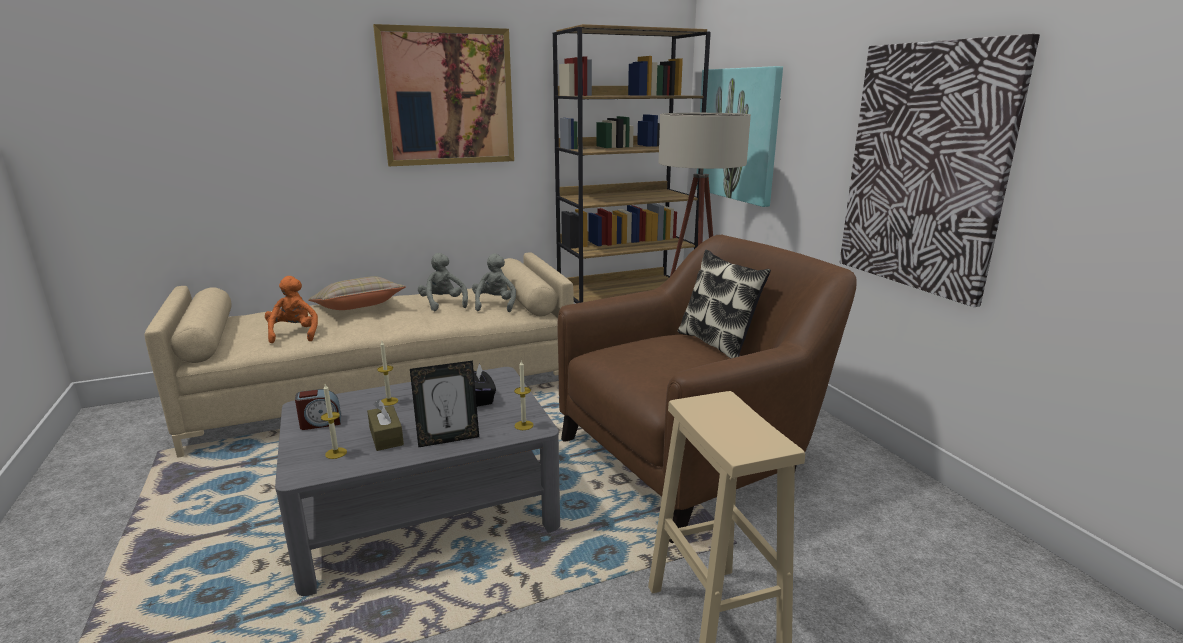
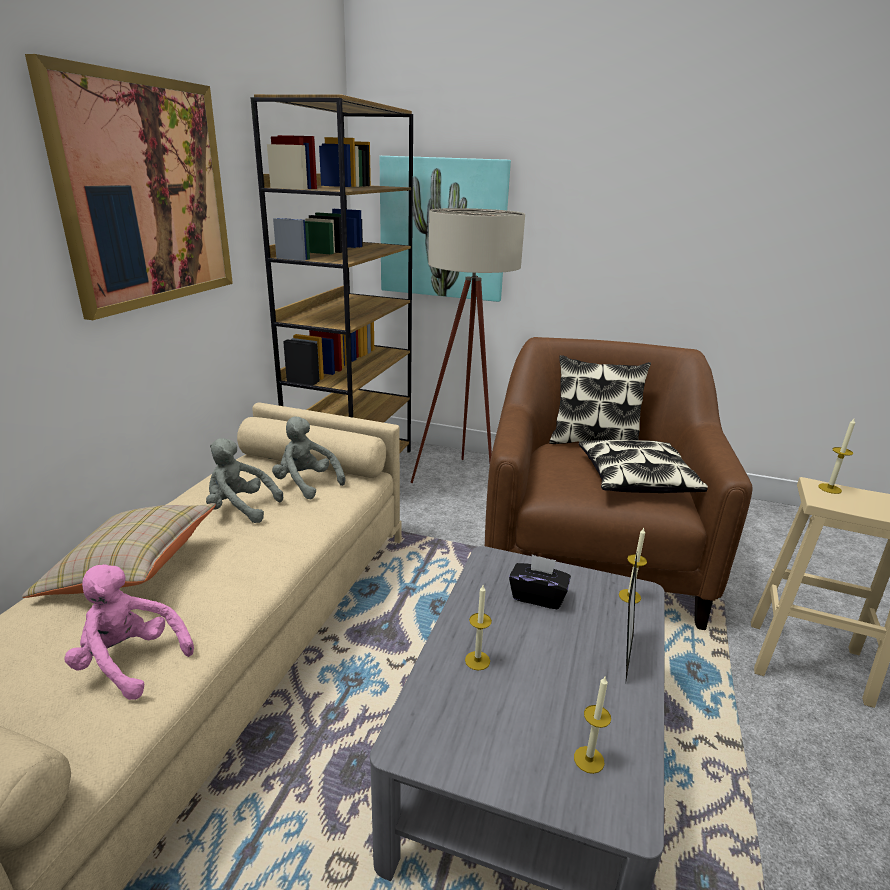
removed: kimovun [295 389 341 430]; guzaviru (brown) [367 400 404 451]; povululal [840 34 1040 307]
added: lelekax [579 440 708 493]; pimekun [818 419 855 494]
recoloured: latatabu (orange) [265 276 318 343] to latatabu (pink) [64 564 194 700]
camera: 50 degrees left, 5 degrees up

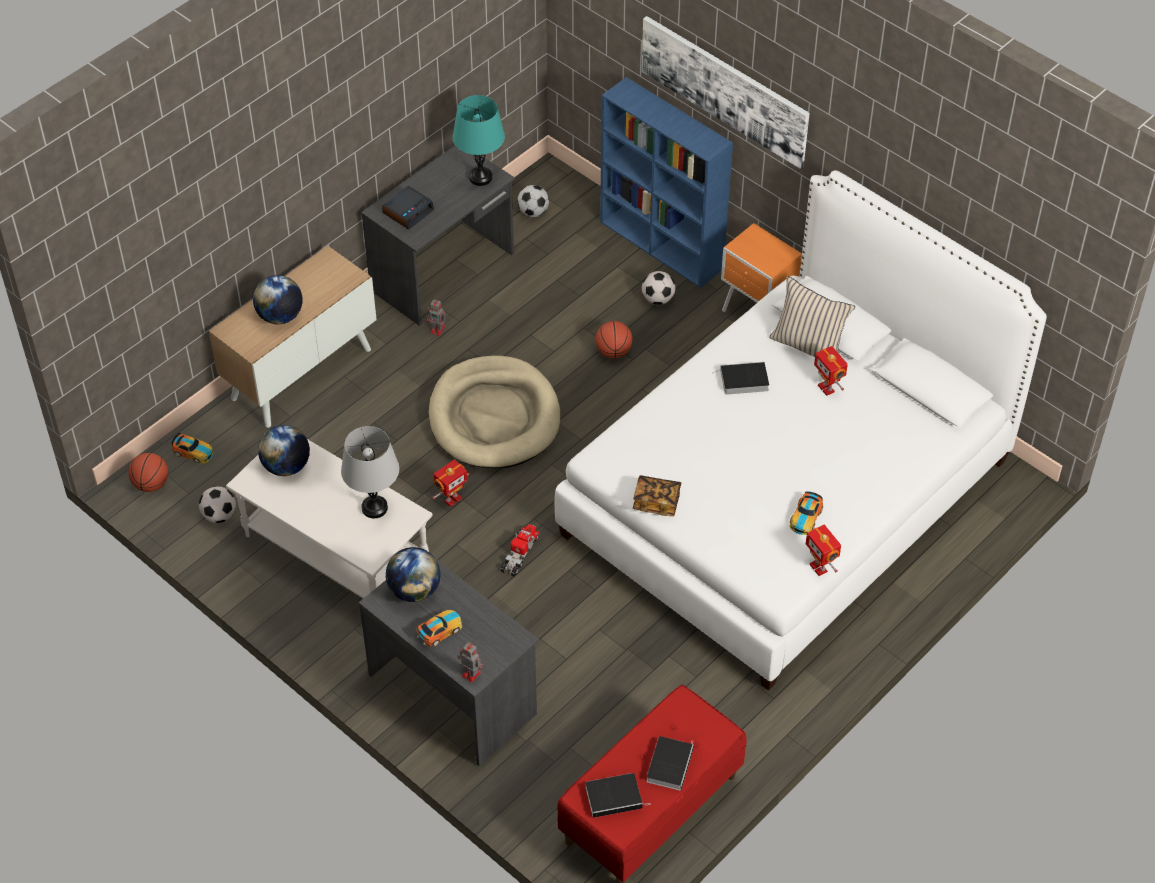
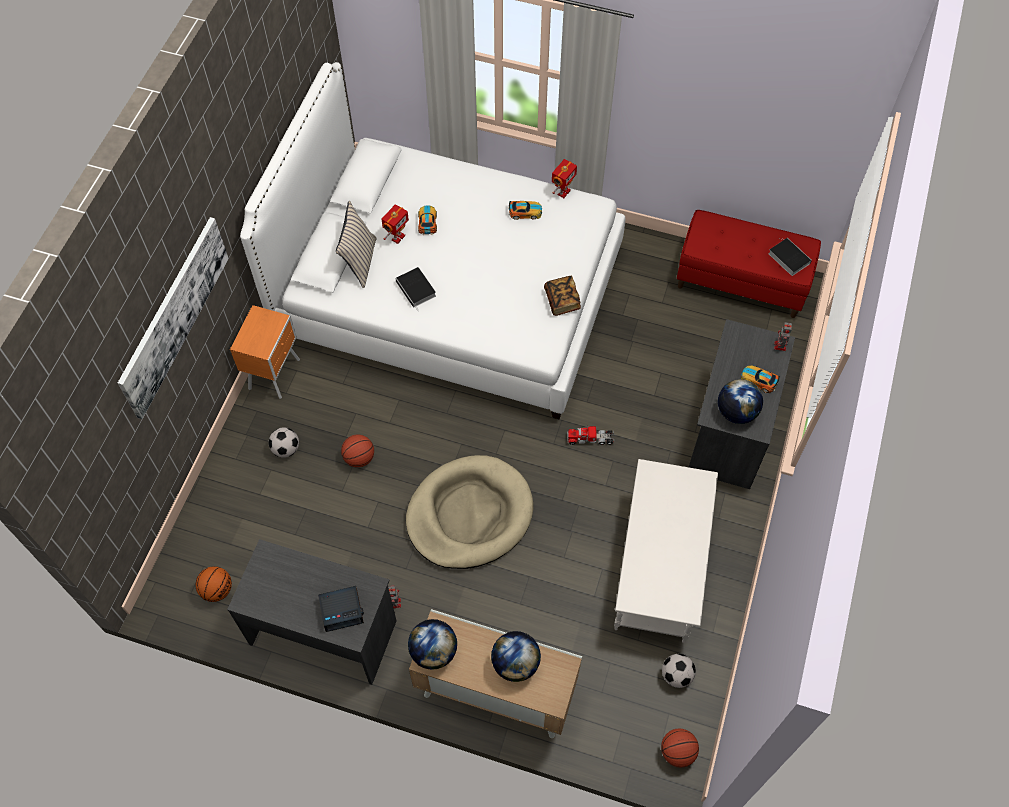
removed: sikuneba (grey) [341 426 399 518]; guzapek [432 459 469 507]; sikuneba (turquoise) [453 95 505 186]; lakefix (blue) [600 77 733 288]; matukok [646 736 694 791]
moved: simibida [172 433 213 464] to [418 205 437 235]; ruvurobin [258 425 310 476] to [408 619 457 670]
replaced: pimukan [517 185 549 217] to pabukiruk [196 566 232 602]
turned: kimovun [382 186 434 230] = [318 586 364 632] 150 degrees clockwise
camera: 115 degrees left, 10 degrees up

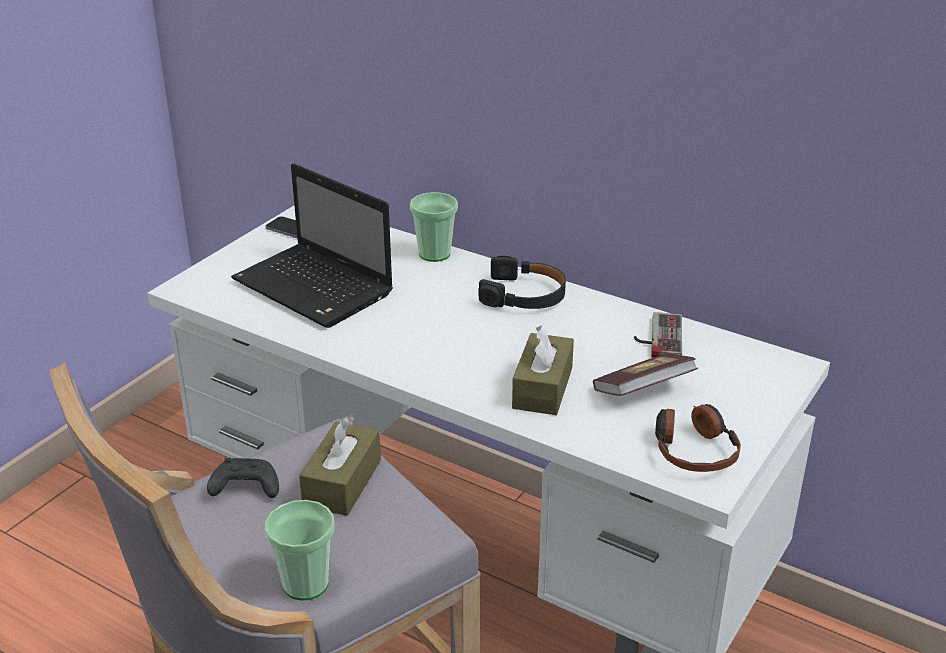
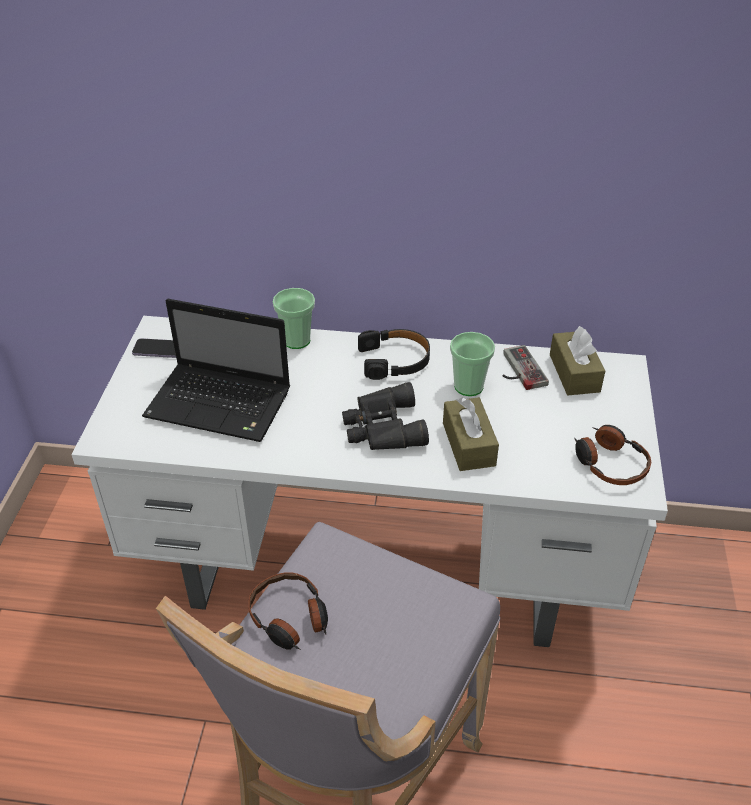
removed: matukok [593 353 698 396]
added: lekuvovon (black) [342 382 429 450]
moved: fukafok [265 500 334 600] to [450 332 495 396]; guzaviru (brown) [299 416 381 516] to [550 326 605 395]
replaced: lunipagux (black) [207 457 279 498] to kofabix [248 572 328 650]
camera: 25 degrees left, 10 degrees up

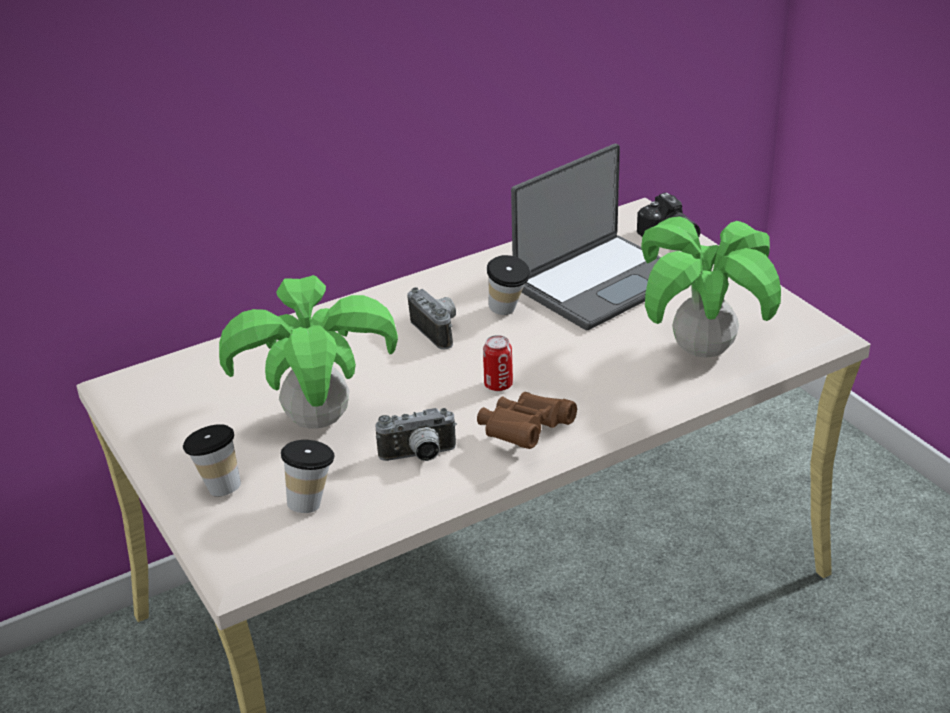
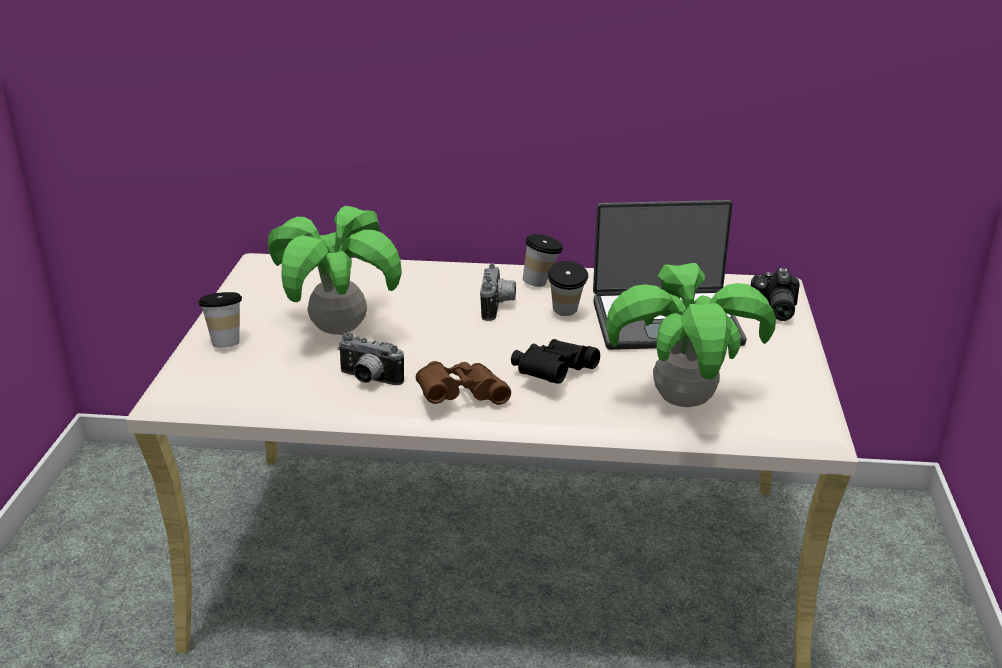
removed: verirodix [483 335 513 391]
added: lekuvovon (black) [511 339 600 384]
moved: fukafok [281 440 335 513] to [523 234 563 287]
camera: 35 degrees right, 5 degrees down

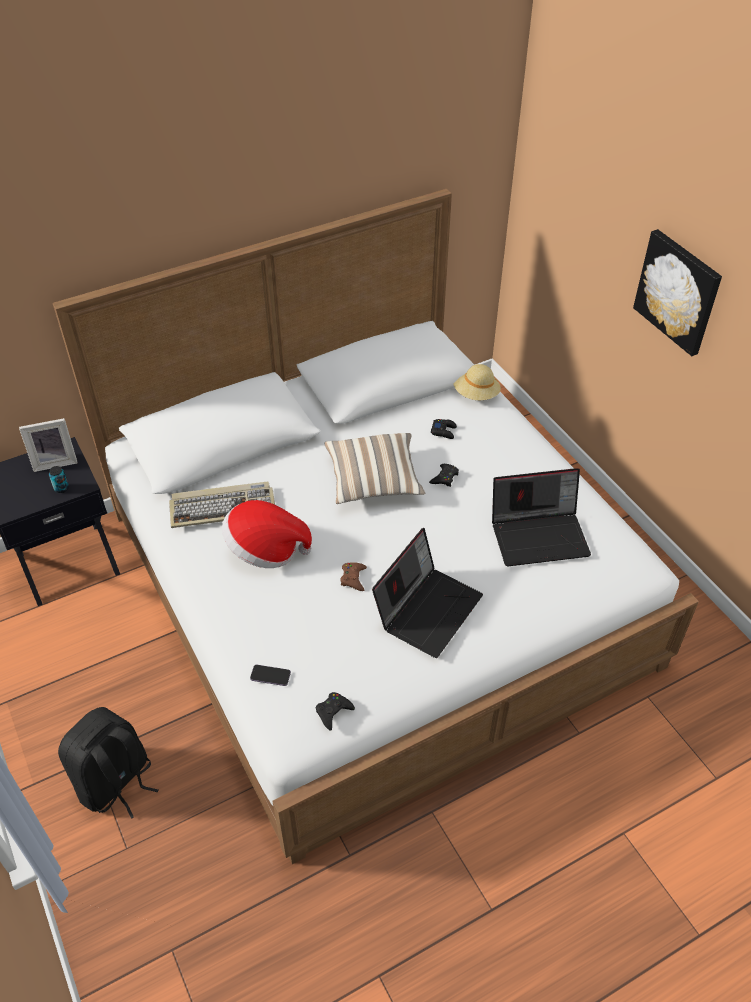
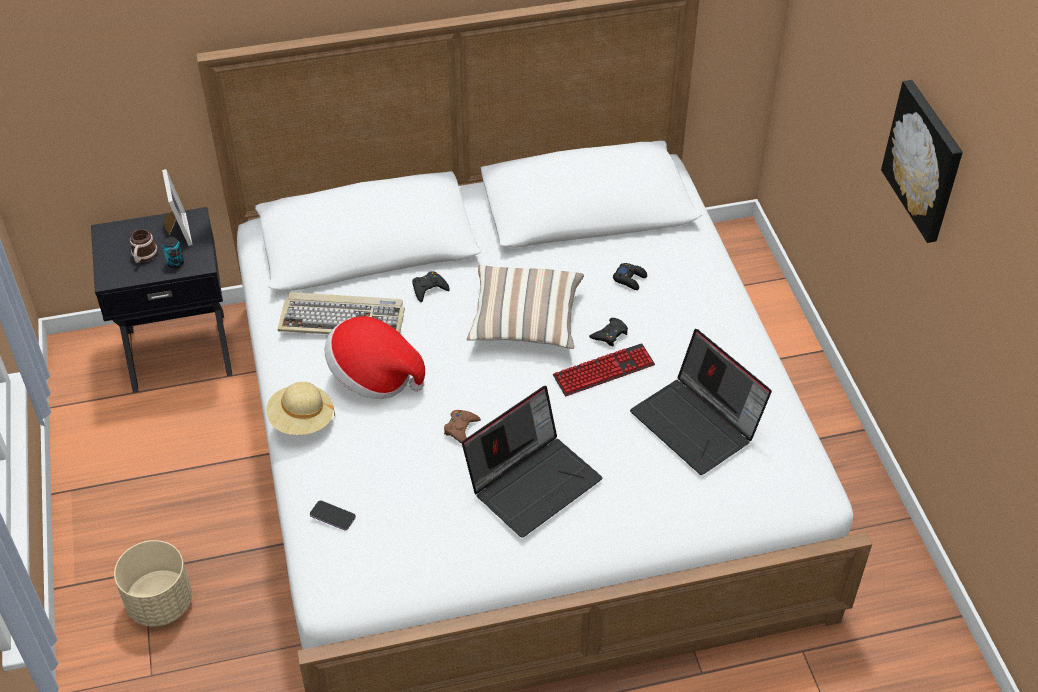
added: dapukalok [130 229 158 263]; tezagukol [553 343 655 396]
moved: lunipagux (black) [316 692 355 730] to [412 271 450 302]; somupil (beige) [453 364 501 400] to [266 382 335 435]
replaced: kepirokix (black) [58 707 158 819] to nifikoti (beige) [114 540 192 627]
turned: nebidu [19 418 78 472] = [162 169 192 246] 105 degrees counterclockwise; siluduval [492 468 591 566] = [630 329 772 475] 45 degrees clockwise
camera: 15 degrees right, 0 degrees up

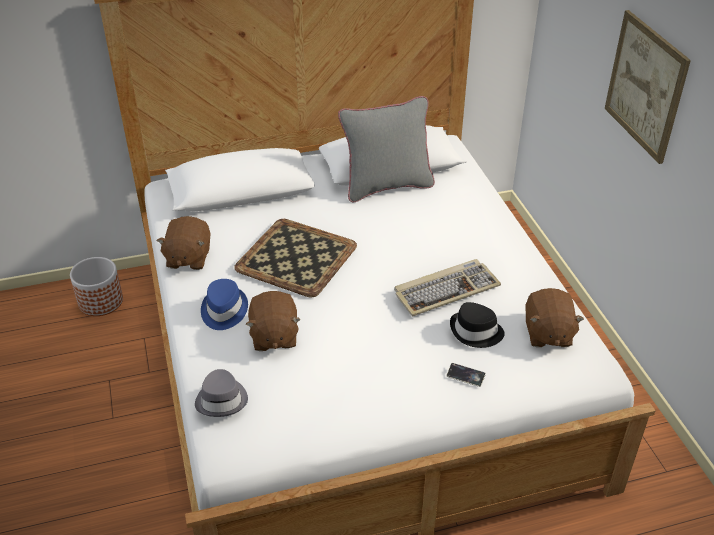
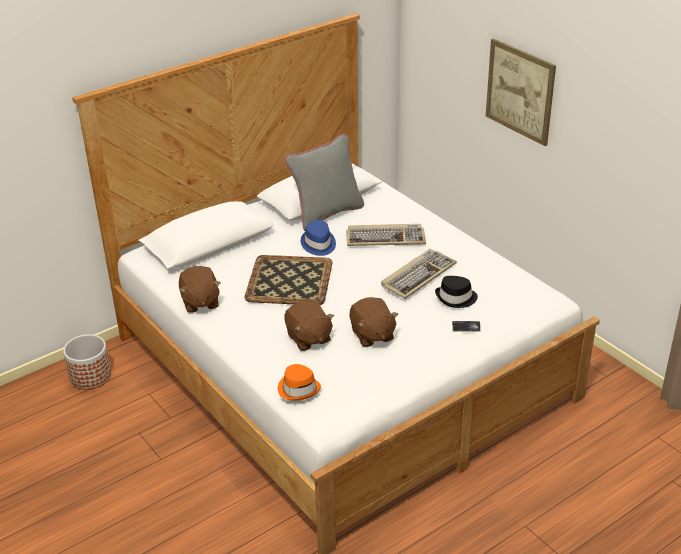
added: tezagukol [346 224 426 246]
moved: somupil (blue) [201 279 248 330] to [301 220 336 256]; latatabu (brown) [526 288 584 347] to [349 297 398 347]
recoloured: somupil (grey) [195 369 248 417] to somupil (orange) [278 364 321 401]
camera: 20 degrees left, 5 degrees down

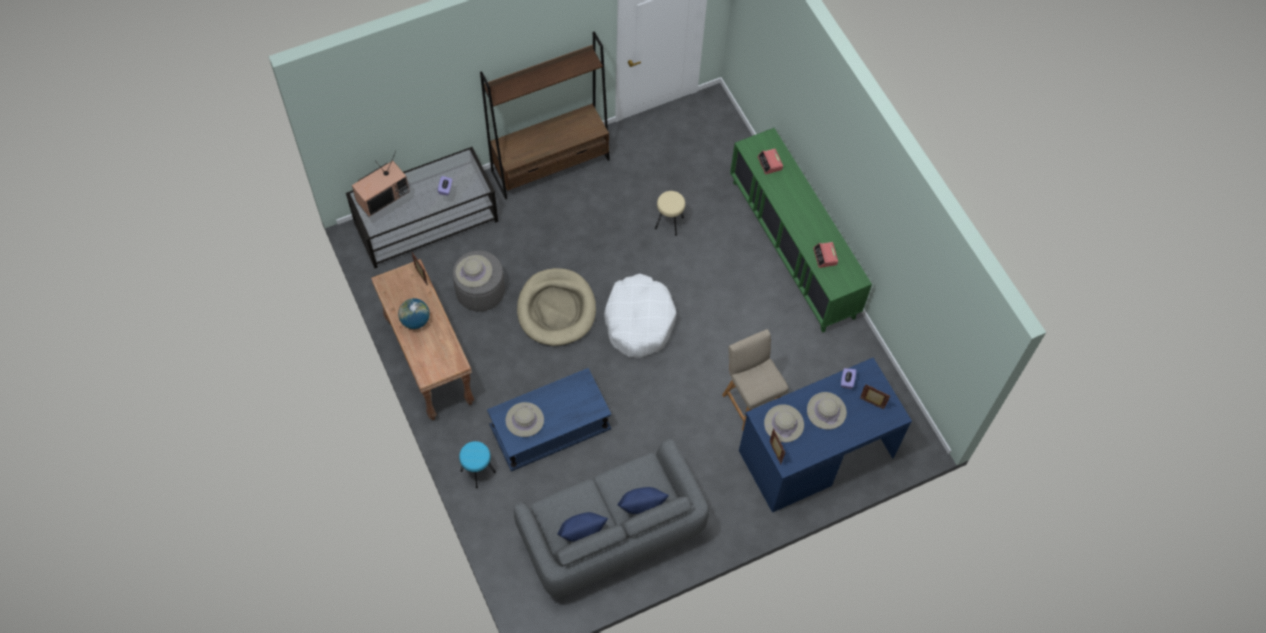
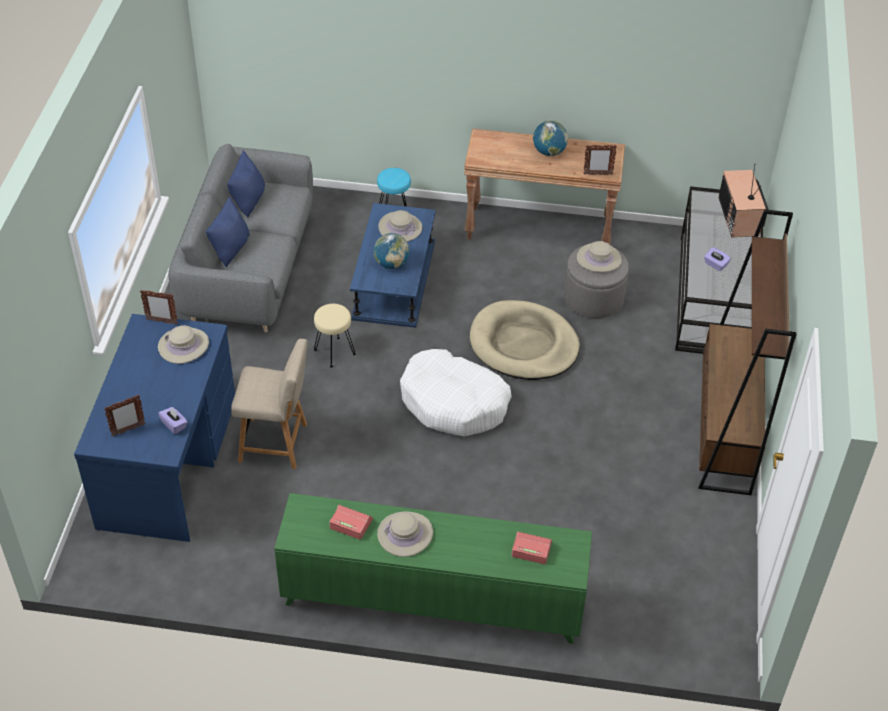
added: ruvurobin [374 233 410 269]
moved: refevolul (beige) [655 191 685 236] to [314 304 356 368]; somupil (beige) [807 392 847 430] to [377 511 433 557]
camera: 125 degrees right, 15 degrees down

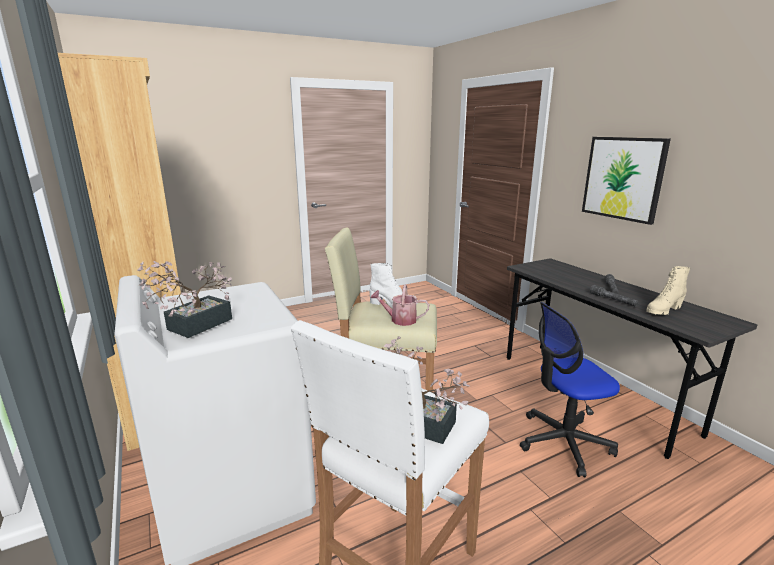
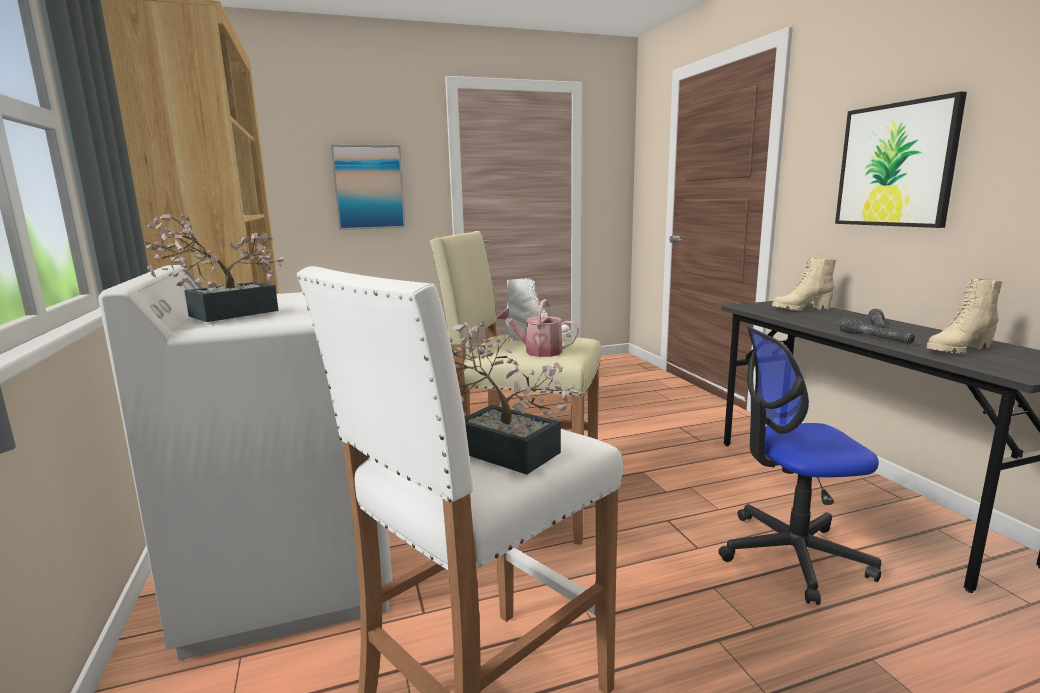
added: povululal [331 145 406 230]; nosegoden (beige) [772 257 836 311]
camera: 10 degrees right, 5 degrees down

